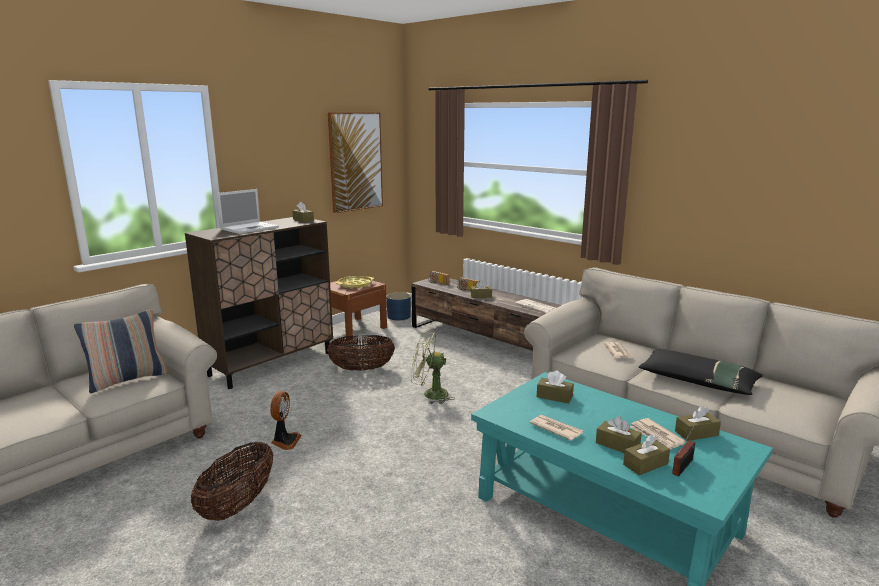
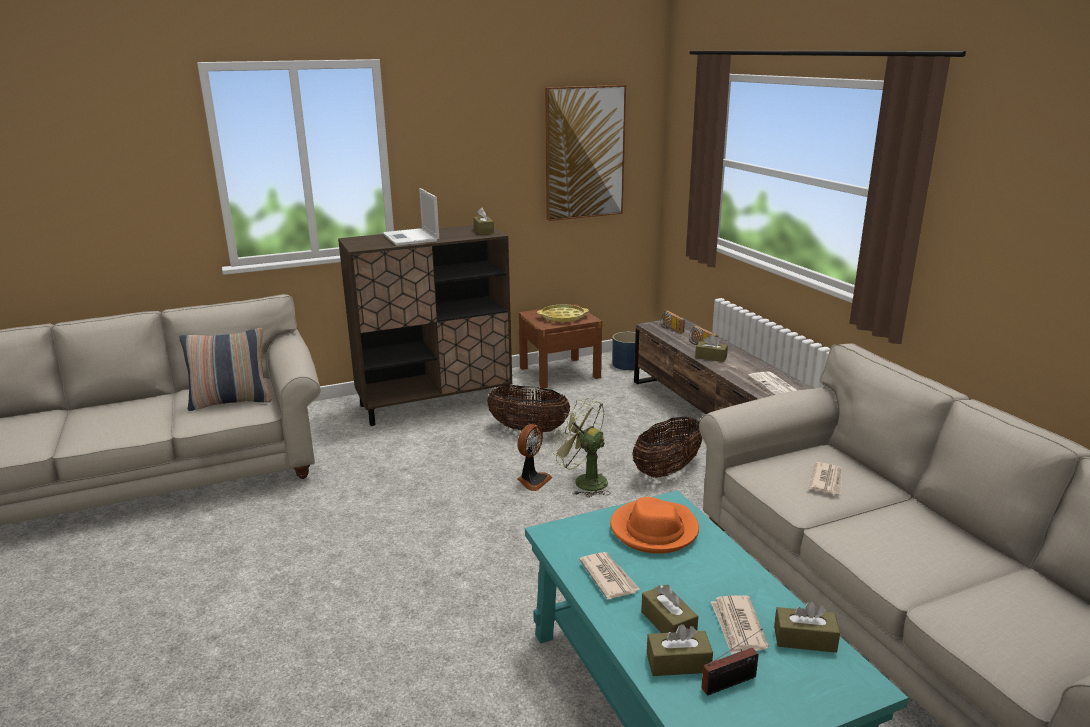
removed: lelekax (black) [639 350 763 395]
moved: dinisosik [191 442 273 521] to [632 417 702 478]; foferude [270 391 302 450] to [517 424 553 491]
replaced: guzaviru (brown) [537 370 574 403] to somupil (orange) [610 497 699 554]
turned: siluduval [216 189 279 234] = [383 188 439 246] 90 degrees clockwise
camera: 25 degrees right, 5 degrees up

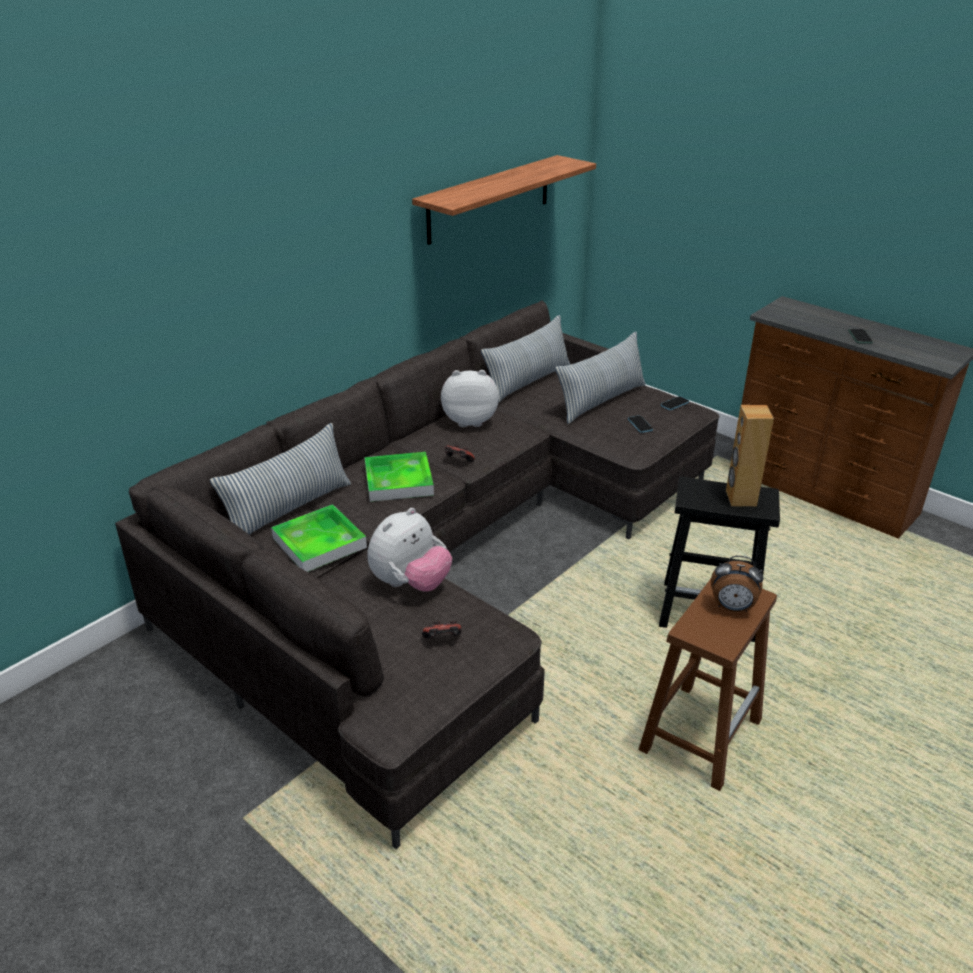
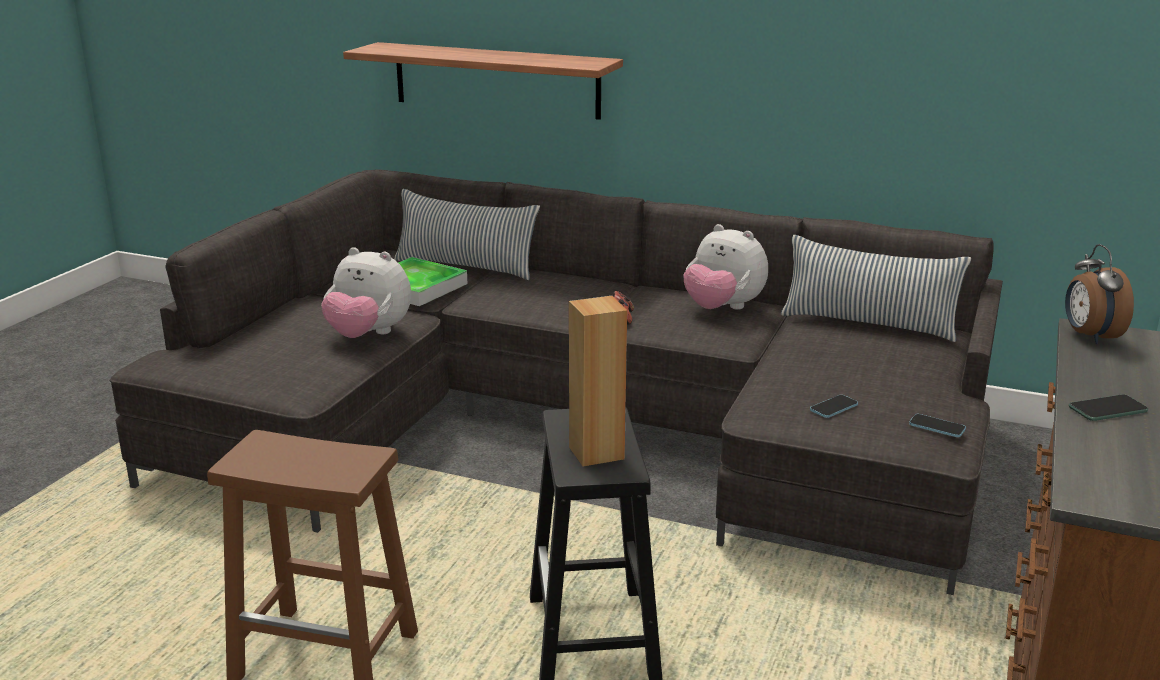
removed: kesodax [365 452 434 502]; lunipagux [422 621 461 638]; lelekax [555 332 646 424]
moved: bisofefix [412 155 596 245] to [343 42 623 120]; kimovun [711 556 764 612] to [1065 244 1134 344]
turned: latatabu [441 370 499 427] = [683 224 768 310] 150 degrees clockwise
camera: 70 degrees right, 10 degrees down

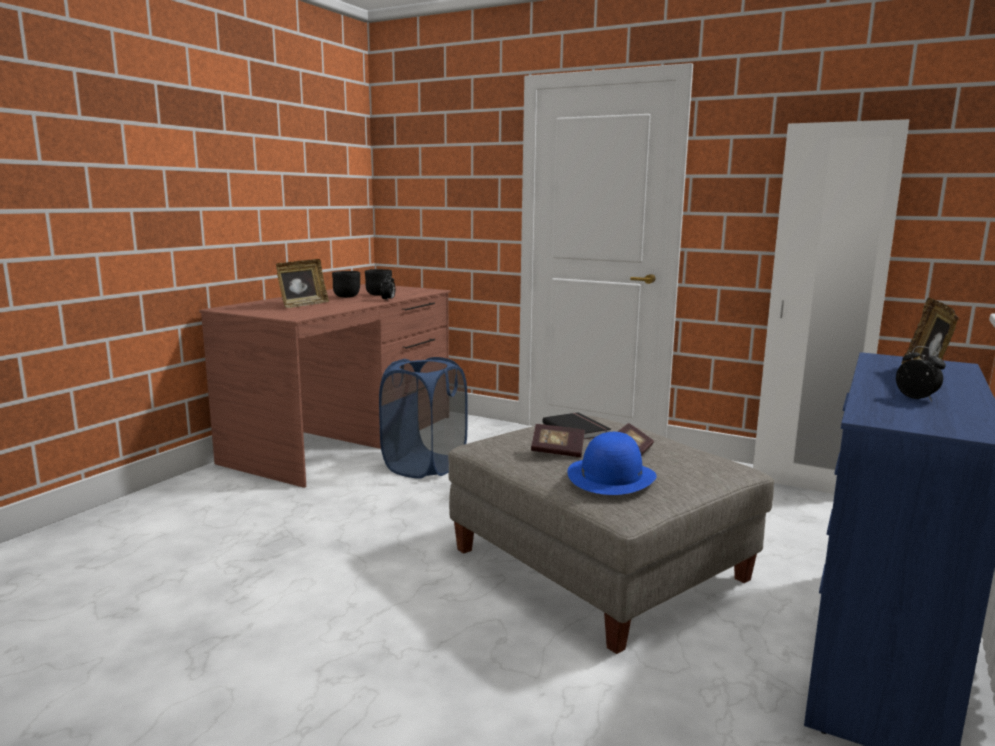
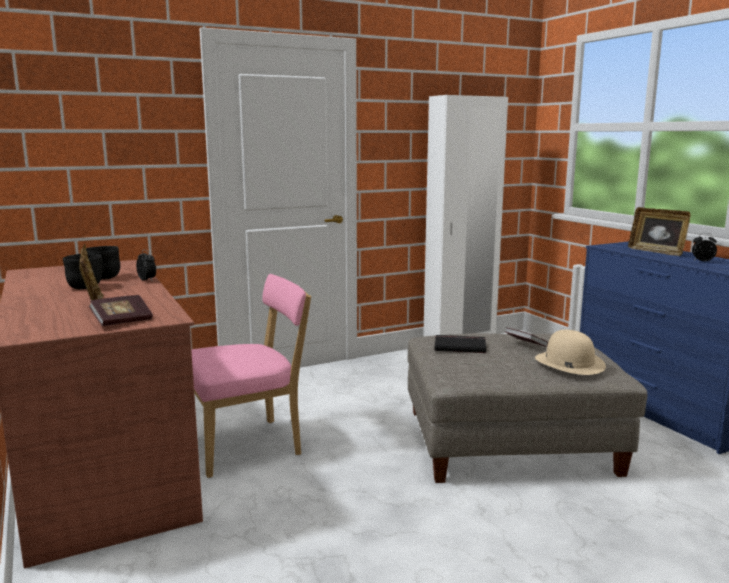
moved: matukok [531 424 585 457] to [89 295 153 326]
replaced: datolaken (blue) [379 357 467 479] to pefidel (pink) [191 274 311 478]
recoloured: somupil (blue) [567 432 657 495] to somupil (beige) [535 330 606 375]
camera: 55 degrees left, 0 degrees up

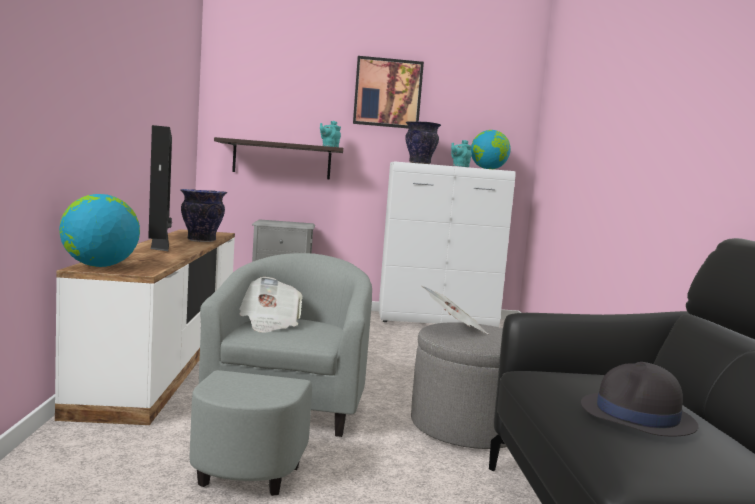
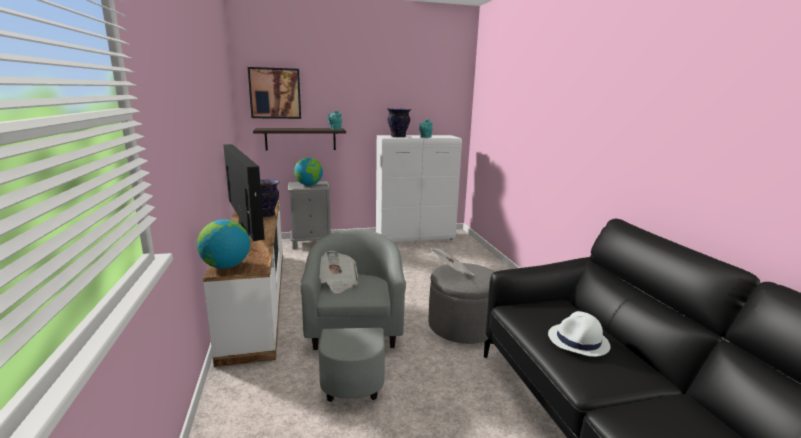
moved: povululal [353 56 424 129] to [248 67 301 119]; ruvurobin [471 130 511 169] to [294 158 323 186]
recoloured: somupil (black) [581 362 699 436] to somupil (white) [548 311 611 357]
camera: 10 degrees left, 10 degrees up

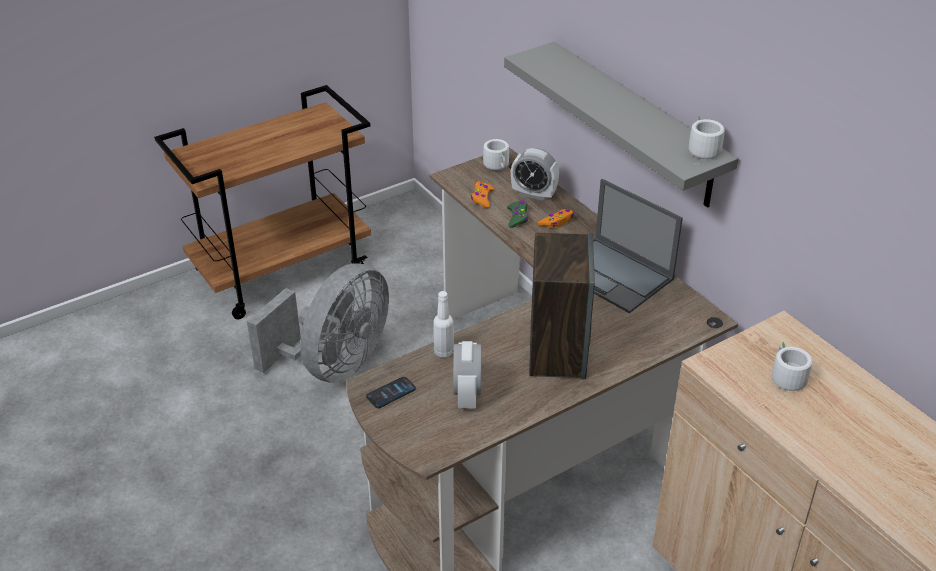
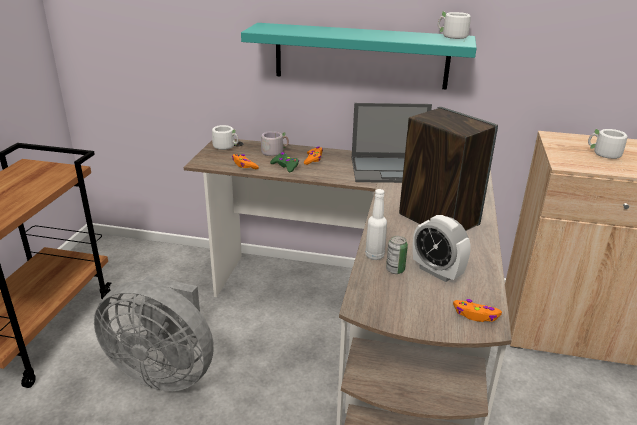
removed: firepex [366 377 416 408]
added: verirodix [386 236 408 274]; lunipagux (orange) [453 299 502 322]
replaced: kimovun [511 148 559 201] to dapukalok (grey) [261 131 289 156]
recoloured: bisofefix (grey) [504 42 738 208] to bisofefix (turquoise) [241 23 477 90]
turned: foferude (grey) [247 263 389 383] = [94 276 214 391] 120 degrees clockwise
camera: 45 degrees left, 10 degrees down

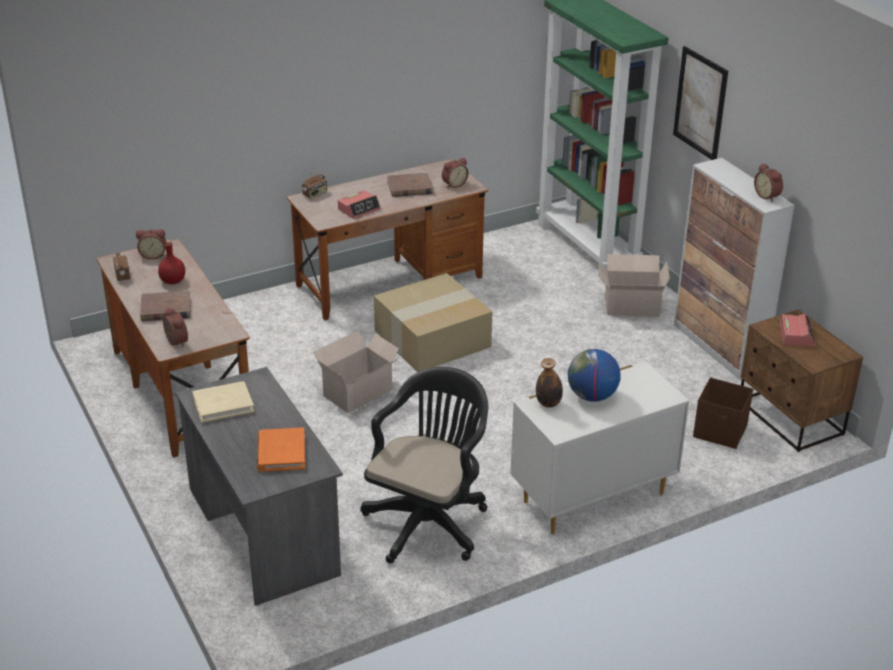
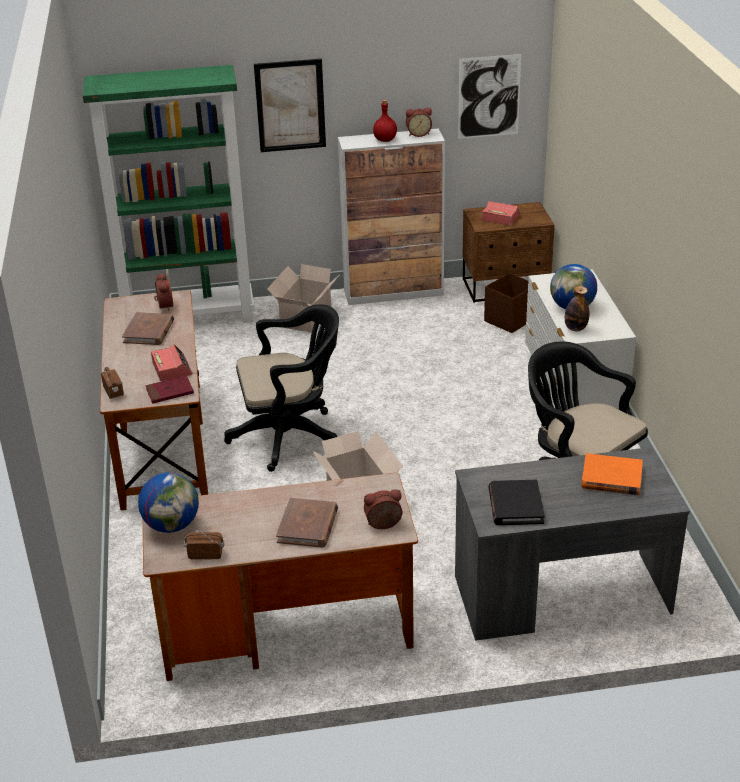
added: matukok (red) [146 375 194 404]; povululal [458 54 521 139]
moved: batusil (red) [158 240 185 284] to [373 100 397 142]
replaced: kimovun [136 229 166 260] to ruvurobin [138 473 199 533]; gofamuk [374 273 492 372] to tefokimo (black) [224 304 339 472]
recoloured: matukok (beige) [192 381 254 423] to matukok (black) [489 480 545 525]
camera: 70 degrees left, 0 degrees up

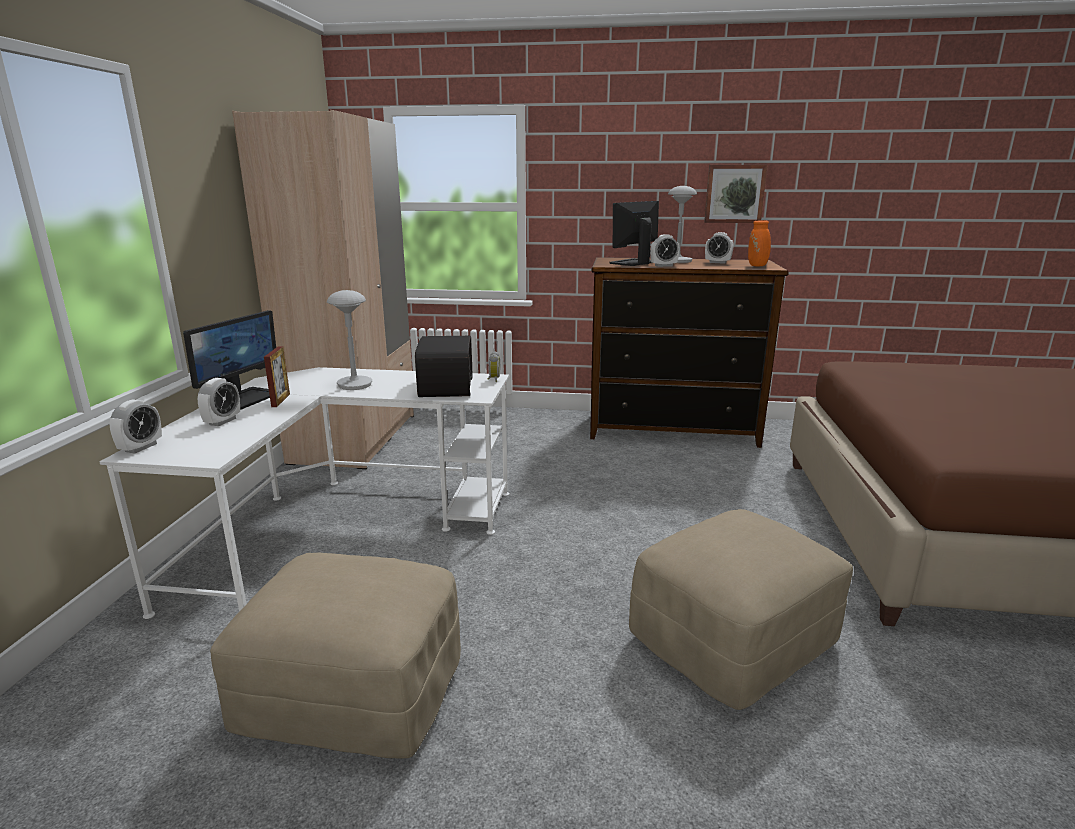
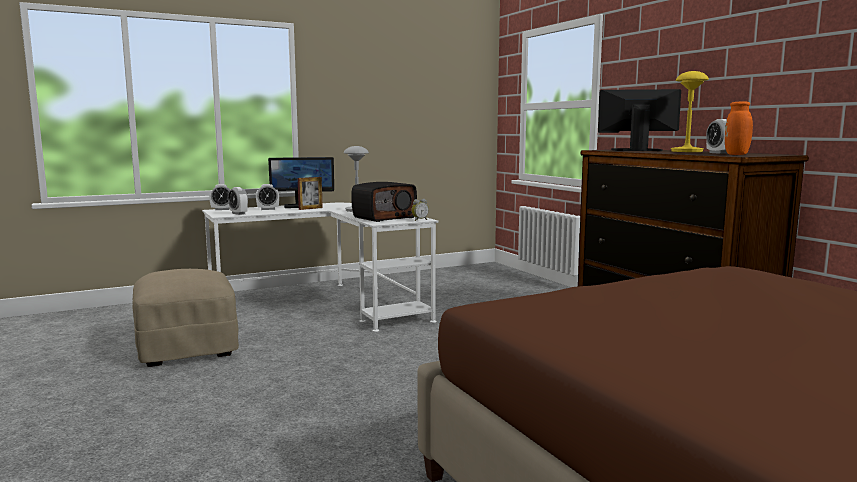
removed: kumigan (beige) [232 110 414 469]; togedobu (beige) [629 509 853 710]; povululal [704 165 767 223]
moved: kimovun [650 234 680 267] to [228 187 248 215]
recoloured: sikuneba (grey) [668 186 697 263] to sikuneba (yellow) [671 71 709 152]
camera: 55 degrees right, 10 degrees down

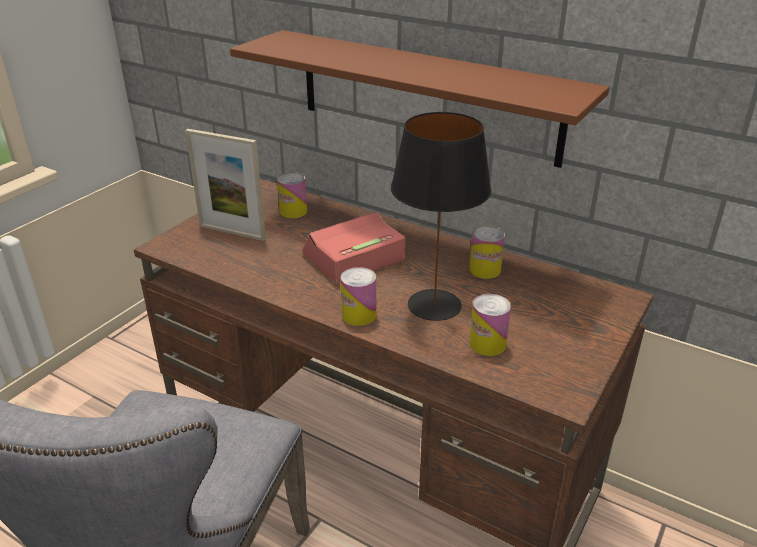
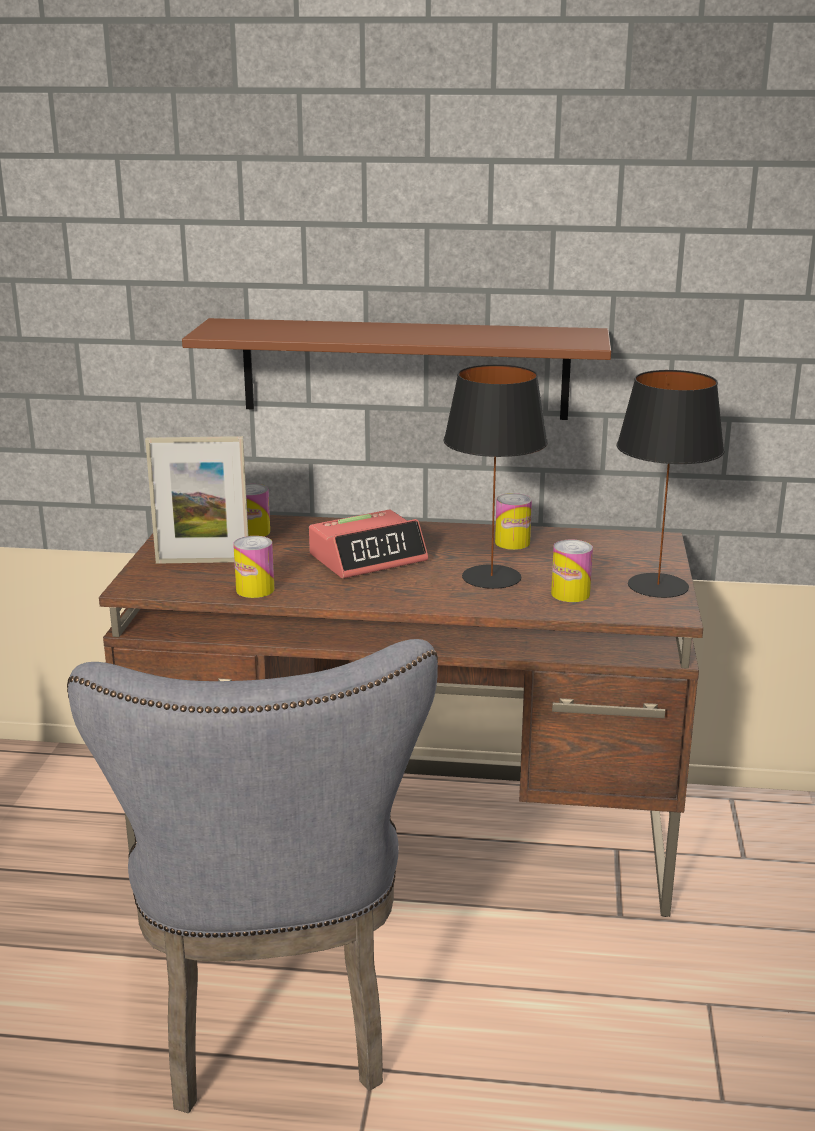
added: sikuneba (black) [616 370 724 598]
moved: verirodix [340 267 376 326] to [233 536 274 598]
turned: kimovun [302 212 406 284] = [309 510 428 579] 150 degrees counterclockwise
camera: 25 degrees left, 10 degrees down

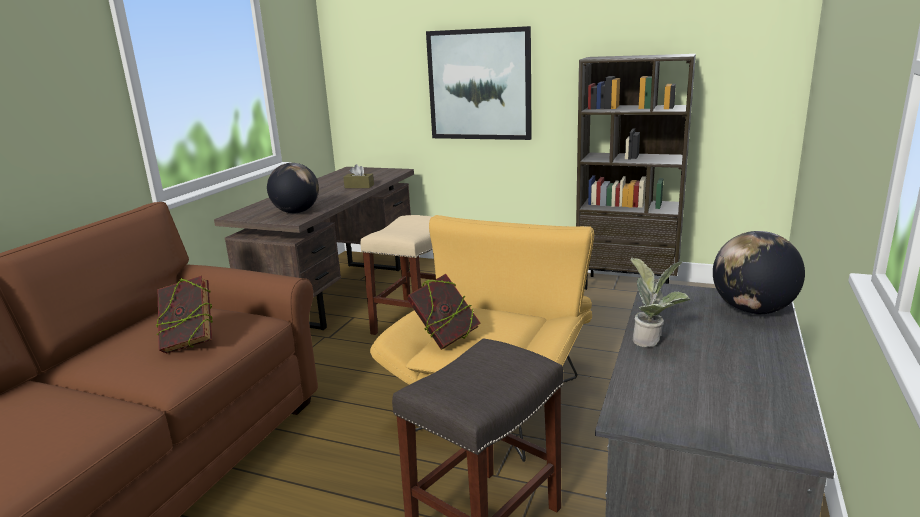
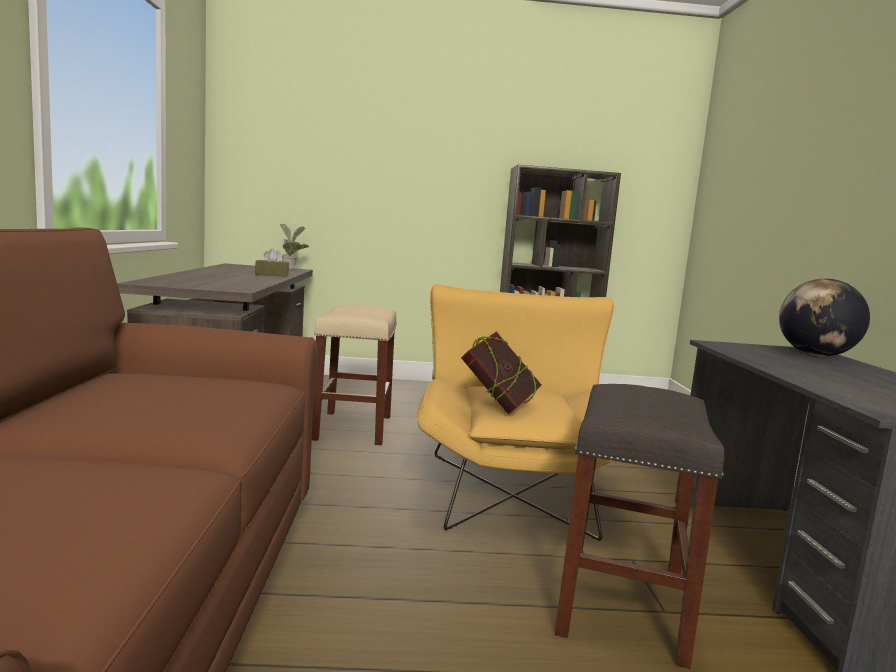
removed: matukok [156 276 213 353]; ruvurobin [267 163 319 213]; povululal [426 26 532 140]
moved: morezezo [630 258 690 347] to [280 224 309 269]
camera: 25 degrees left, 10 degrees down

